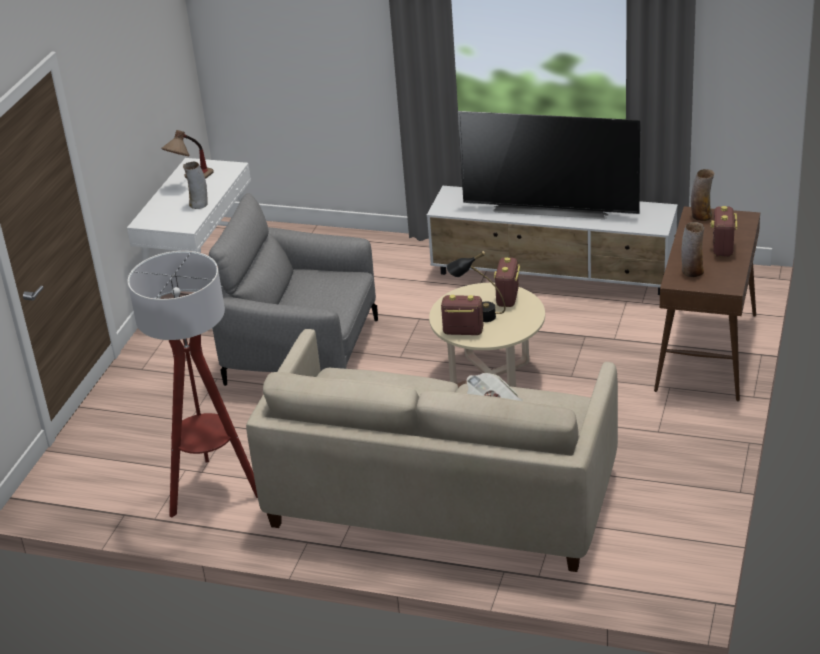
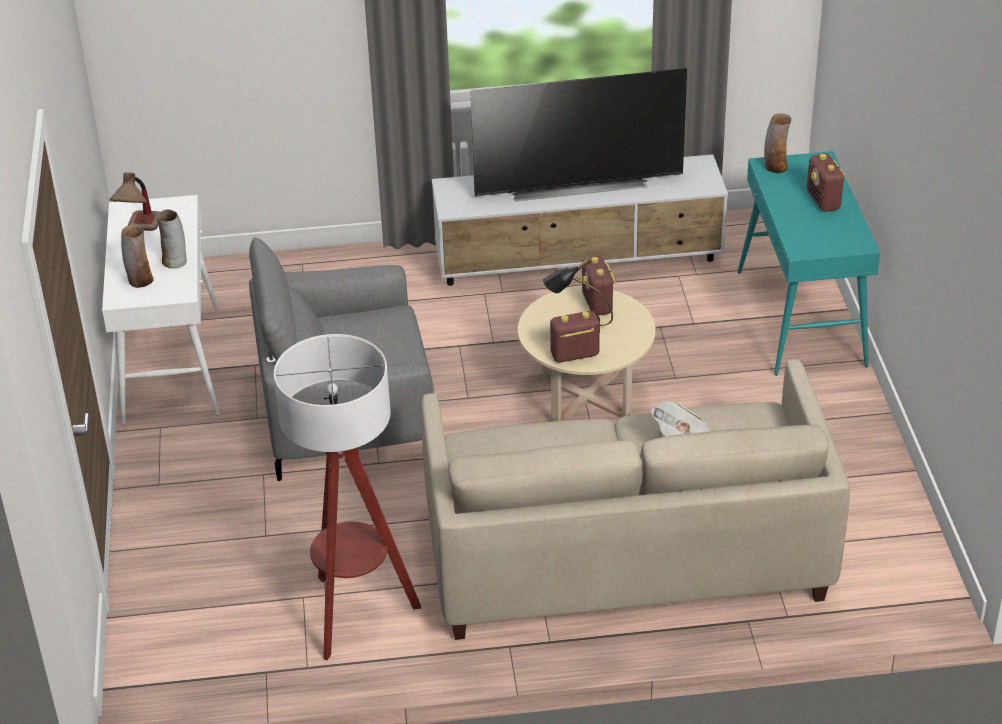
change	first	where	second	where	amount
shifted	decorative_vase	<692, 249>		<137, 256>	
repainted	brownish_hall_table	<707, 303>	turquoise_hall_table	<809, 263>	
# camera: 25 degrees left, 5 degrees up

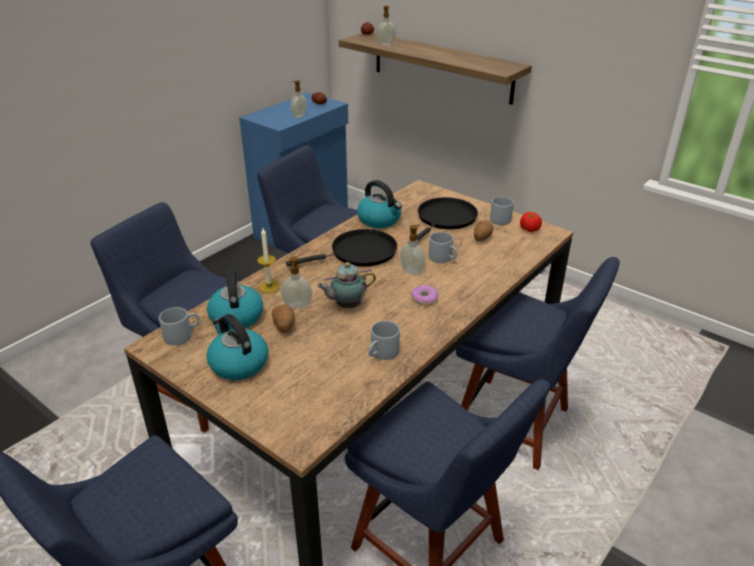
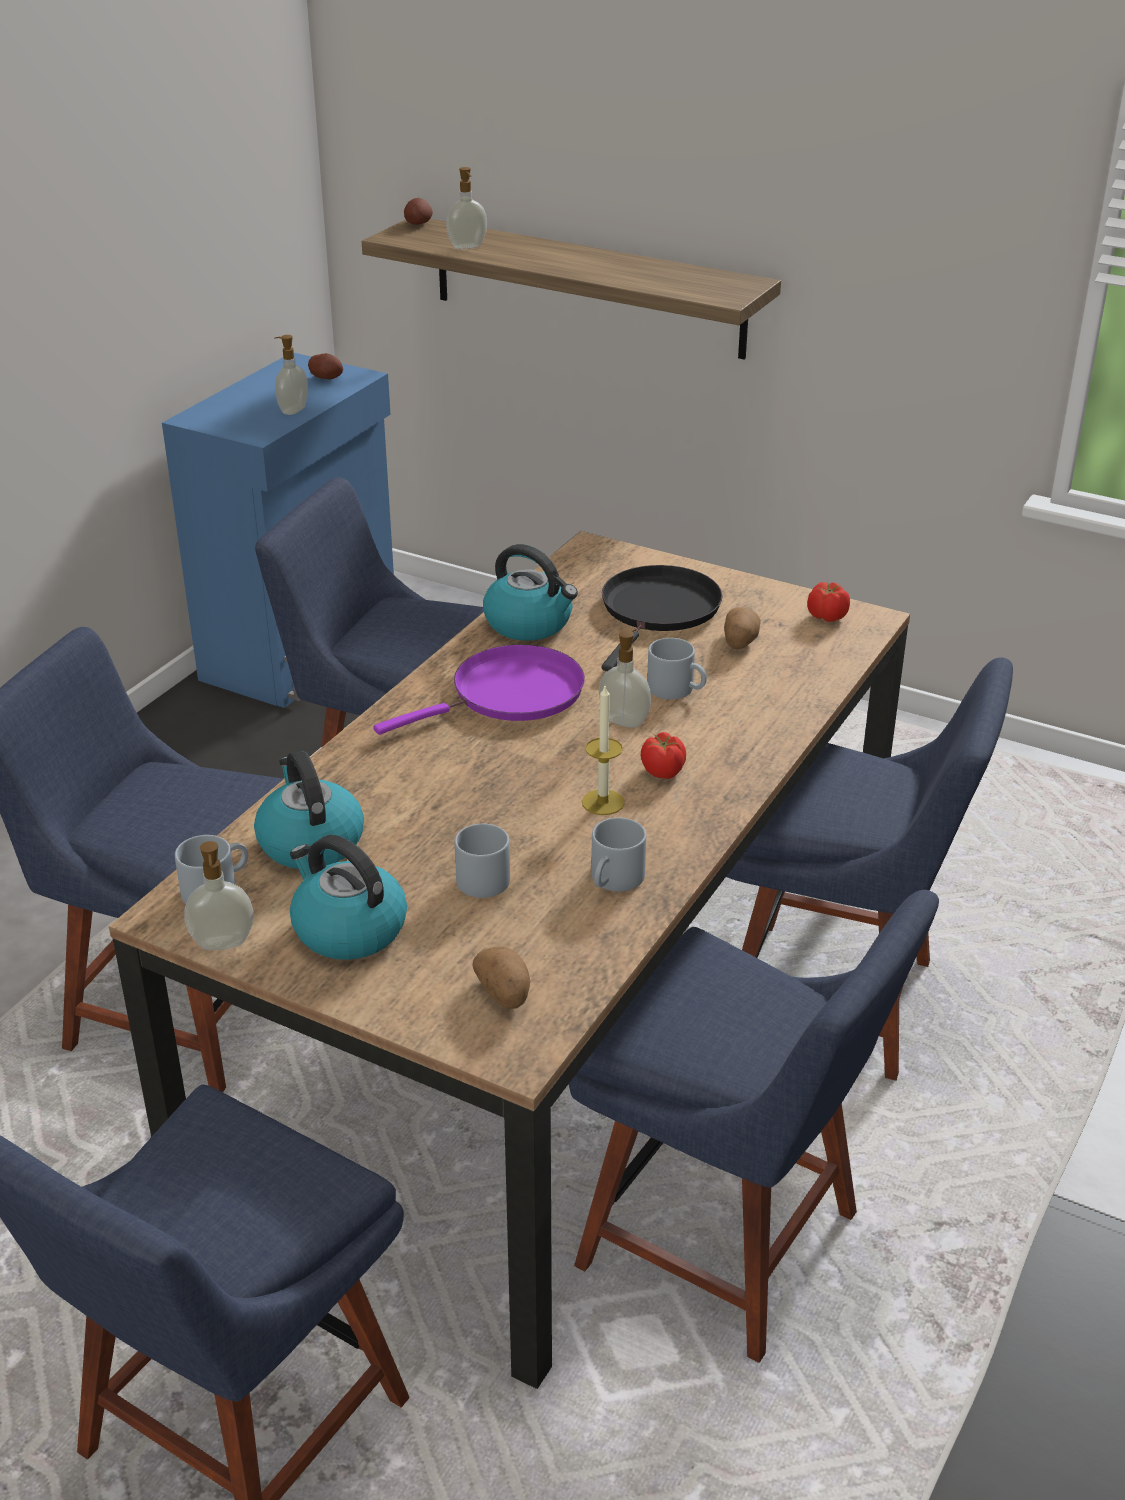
change	first	where	second	where	amount
gone	pot_for_tea	<346, 285>			
shifted	wax_candle	<268, 260>		<603, 750>	
shifted	spud	<283, 319>		<501, 978>	
shifted	soap_bottle	<296, 283>		<218, 895>	
shifted	grey_tea_mug	<502, 211>		<482, 861>	
swapped	ring_doughnut	<424, 296>	fresh_tomato	<663, 755>	
repainted	blackish_pan	<341, 248>	purplish_pan	<479, 689>	
# camera: 10 degrees left, 0 degrees up

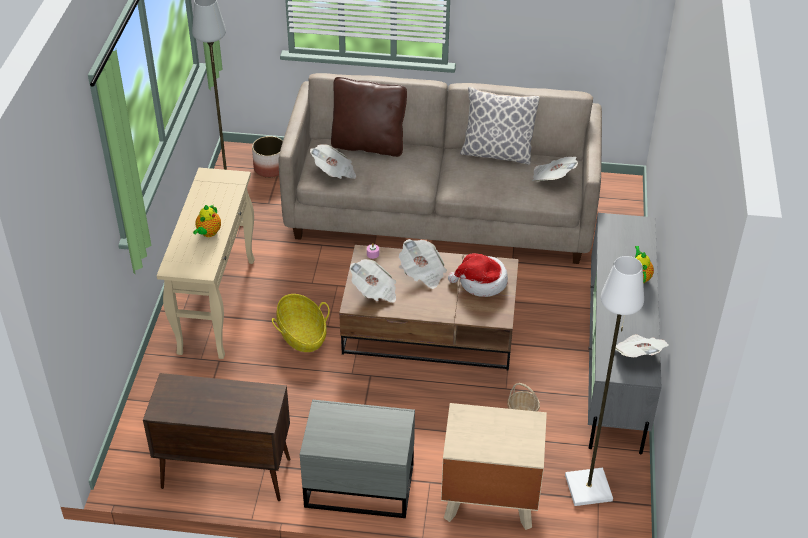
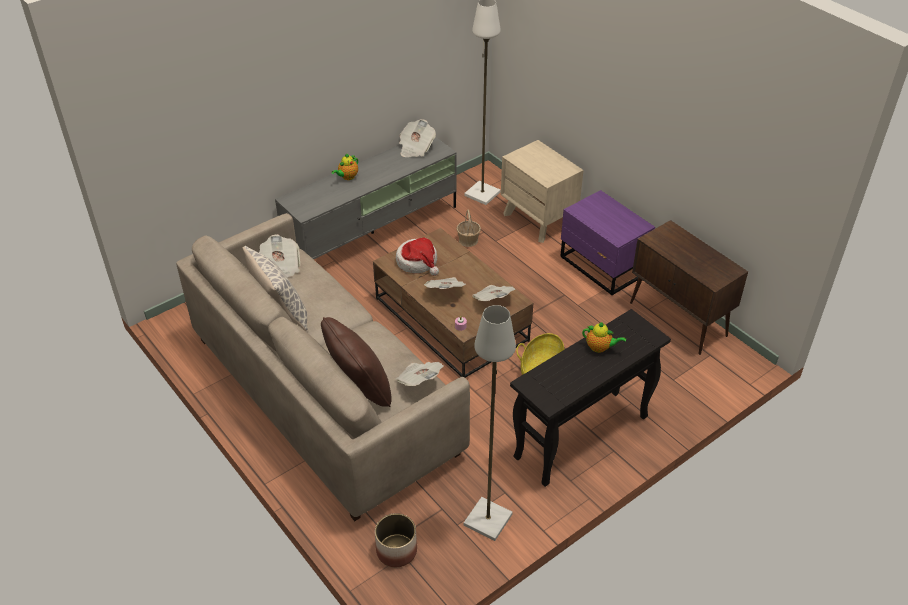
change	first	where	second	where	amount
repainted	beige-coloured_hall_table	<206, 263>	blackish_hall_table	<590, 398>	
repainted	grey_nightstand	<357, 459>	purplish_nightstand	<607, 242>	
rotated	pot_for_tea	<207, 221>		<604, 337>	45 degrees clockwise
# camera: 135 degrees left, 0 degrees up

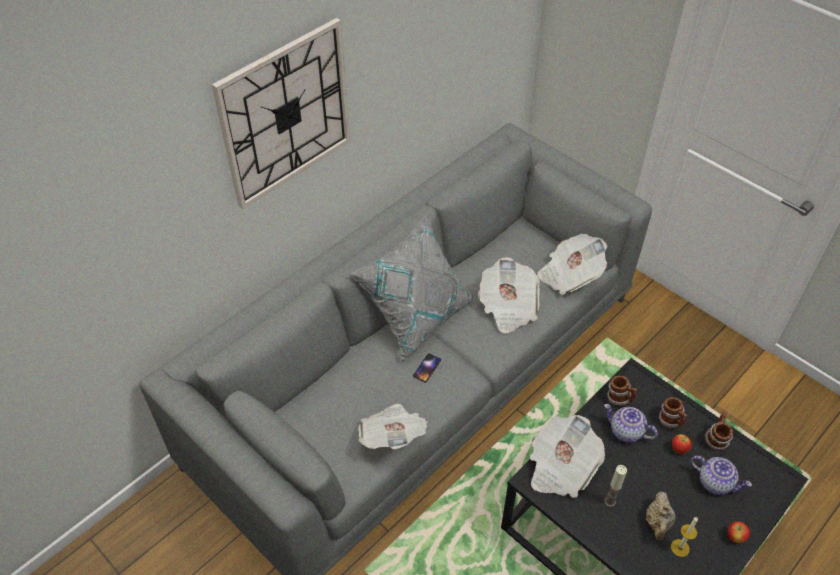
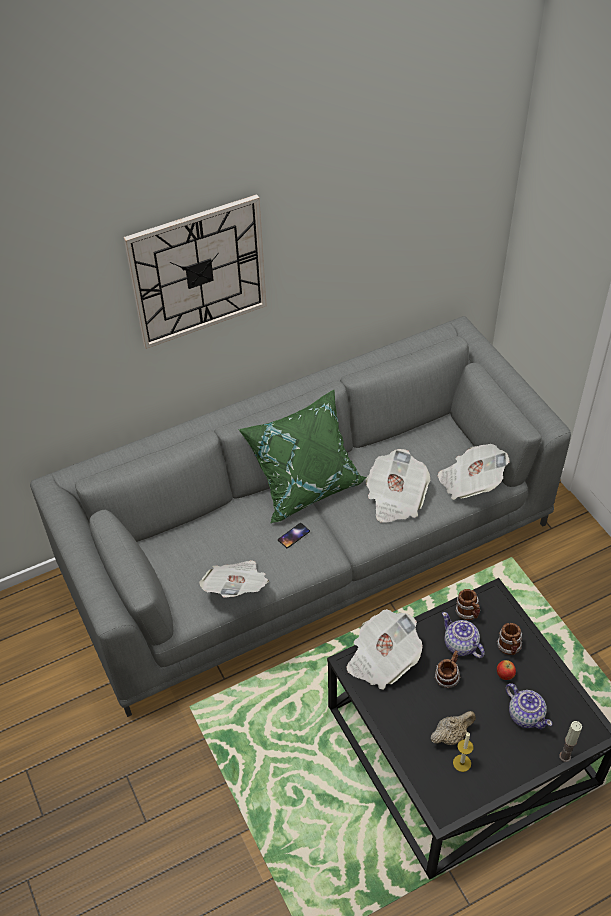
change	first	where	second	where	amount
gone	apple	<739, 532>			
shifted	wax_candle	<615, 486>		<570, 741>	
shifted	tea_mug	<719, 431>		<448, 669>	
repainted	grey_pillow	<412, 287>	green-coloured_pillow	<302, 456>	
rotated	beige-coloured_pot_for_tea	<660, 515>		<453, 728>	150 degrees counterclockwise
# camera: 20 degrees right, 0 degrees up

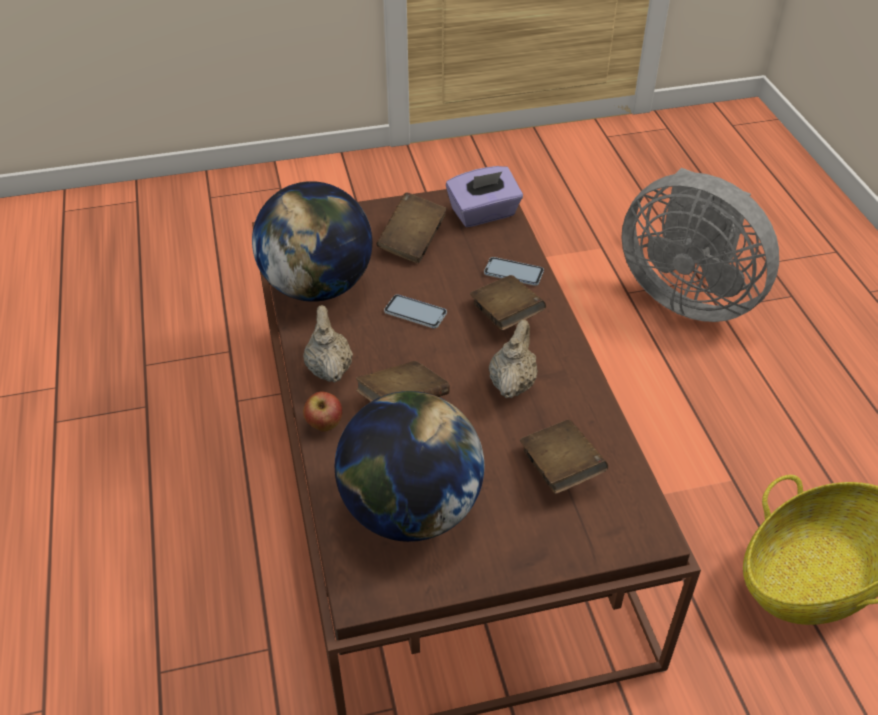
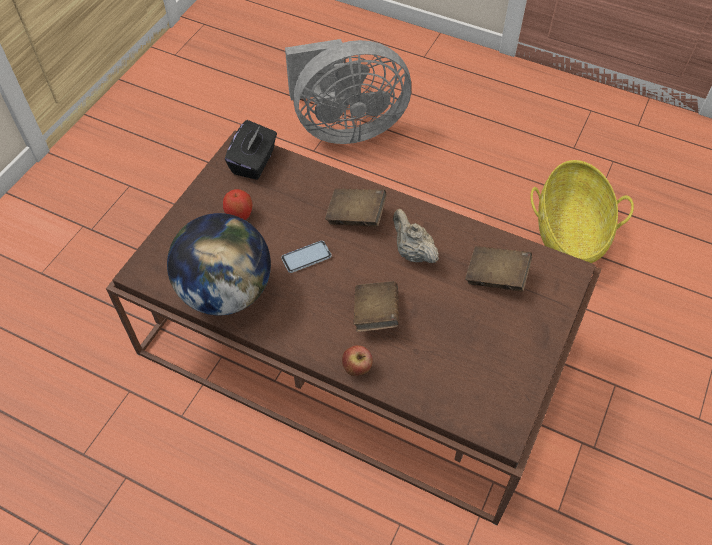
change	first	where	second	where	amount
gone	beige-coloured_pot_for_tea	<328, 343>			
gone	desk_globe	<409, 466>			
gone	handset	<514, 271>			
swapped	brownish_bound_book	<411, 227>	apple	<237, 204>	
repainted	purplish_tissue_holder	<484, 196>	blackish_tissue_holder	<251, 150>	
# camera: 50 degrees left, 10 degrees up

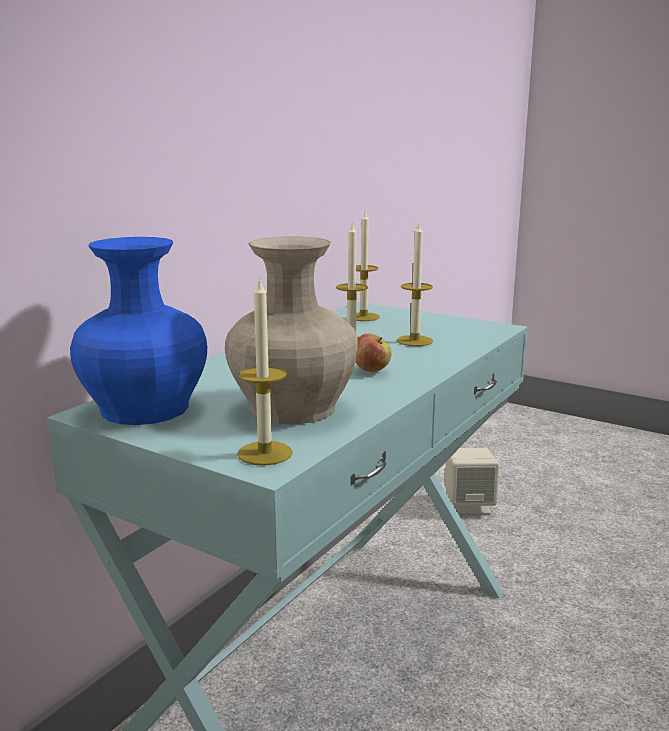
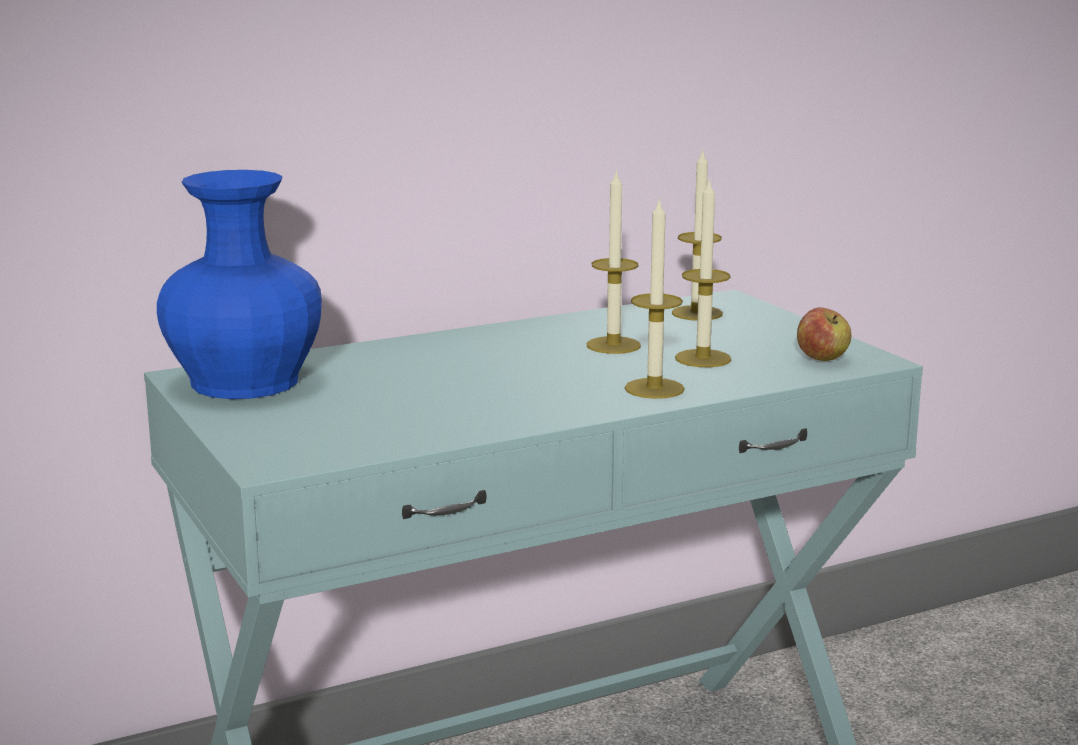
change	first	where	second	where	amount
gone	beige-coloured_decorative_vase	<291, 330>			
gone	beige-coloured_audio_speaker	<472, 481>			
shifted	wax_candle	<265, 371>		<655, 298>	
shifted	apple	<373, 352>		<824, 334>	
# camera: 30 degrees right, 0 degrees up

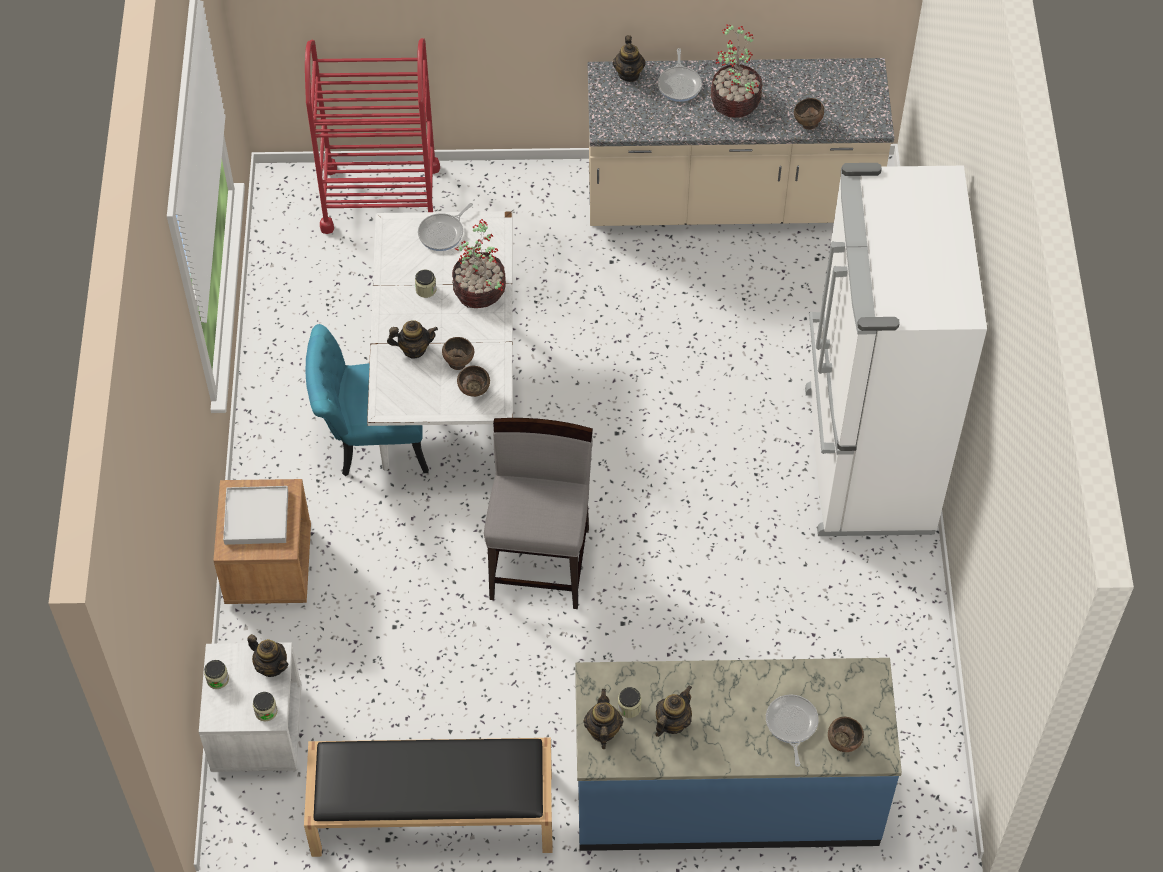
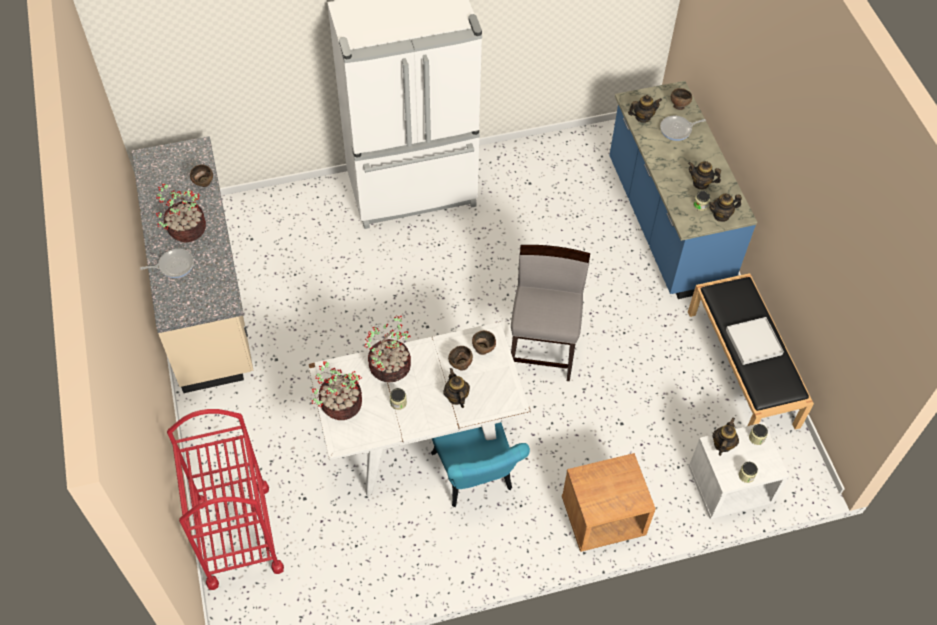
change	first	where	second	where	amount
shifted	white-coloured_tray	<255, 515>		<755, 341>	
shifted	pot_for_tea	<629, 58>		<645, 109>	
swapped	pan	<445, 227>	potted_plant	<337, 390>	
rotated	grey_chair	<538, 513>		<550, 313>	105 degrees clockwise
# camera: 105 degrees left, 0 degrees up

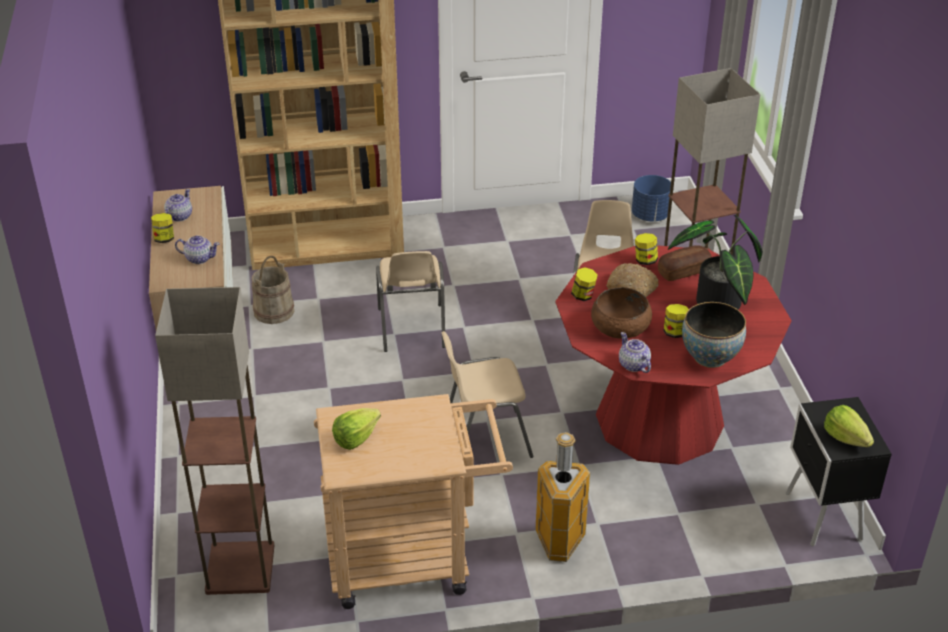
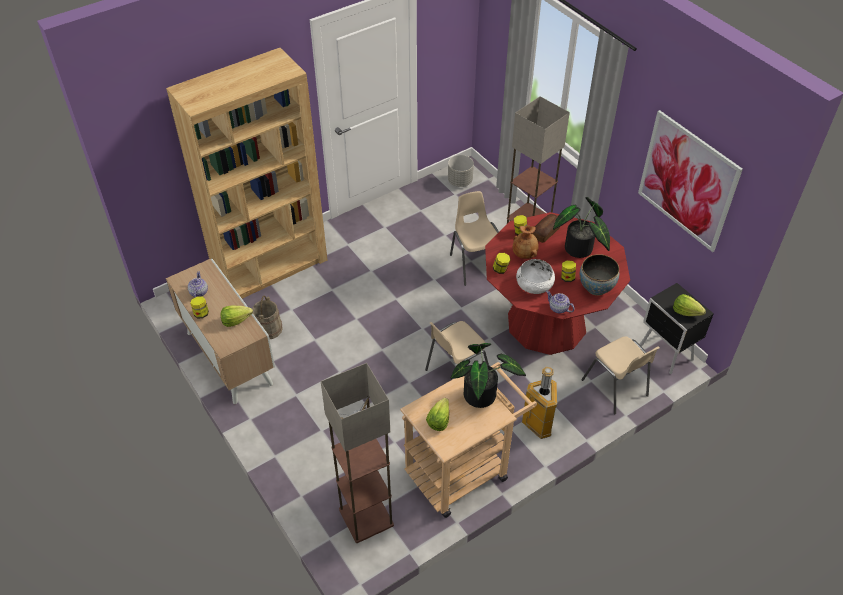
change	first	where	second	where	amount
new			potted_plant	<488, 375>	
new			wall_picture	<690, 181>	
shifted	beige-coloured_chair	<410, 301>		<620, 375>	
swapped	pot_for_tea	<197, 250>	lettuce_head	<237, 316>	
swapped	baked_bread	<632, 280>	brownish_decorative_vase	<526, 242>	
repainted	brownish_serving_bowl	<621, 313>	white-coloured_serving_bowl	<535, 276>	
repainted	blue-coloured_planter	<651, 198>	grey_planter	<461, 171>	
# camera: 25 degrees left, 10 degrees up

